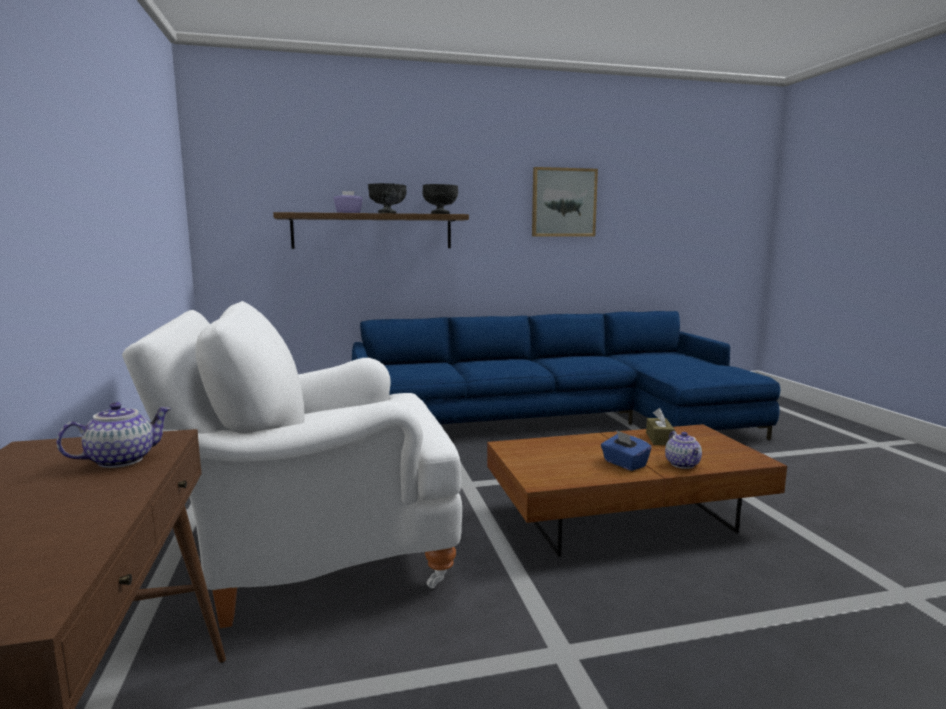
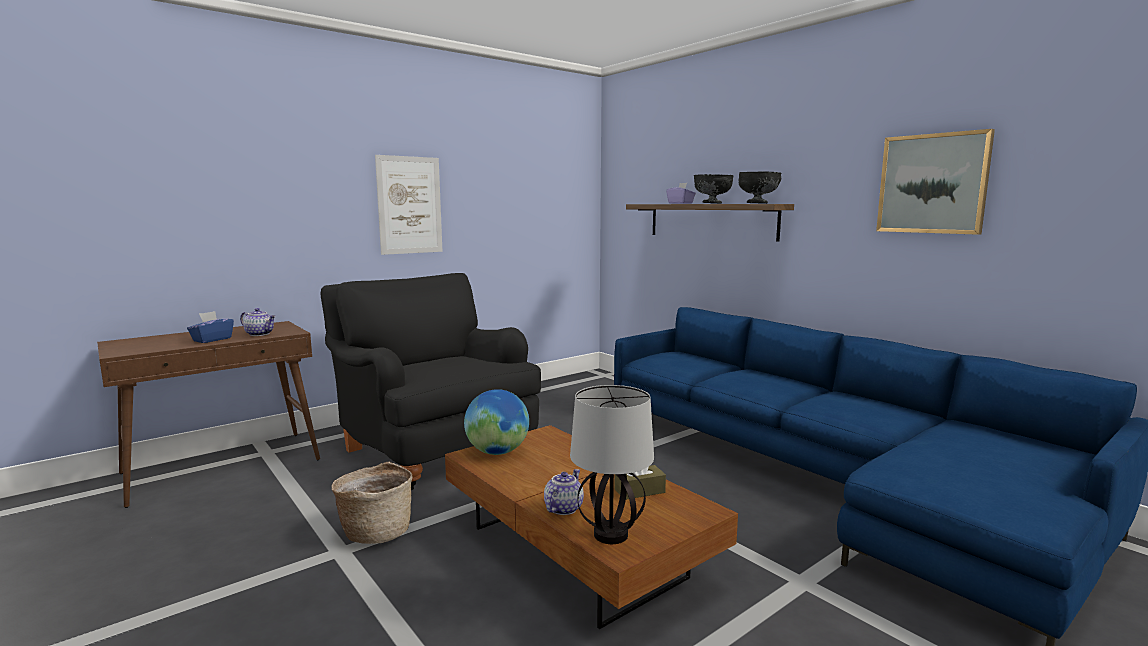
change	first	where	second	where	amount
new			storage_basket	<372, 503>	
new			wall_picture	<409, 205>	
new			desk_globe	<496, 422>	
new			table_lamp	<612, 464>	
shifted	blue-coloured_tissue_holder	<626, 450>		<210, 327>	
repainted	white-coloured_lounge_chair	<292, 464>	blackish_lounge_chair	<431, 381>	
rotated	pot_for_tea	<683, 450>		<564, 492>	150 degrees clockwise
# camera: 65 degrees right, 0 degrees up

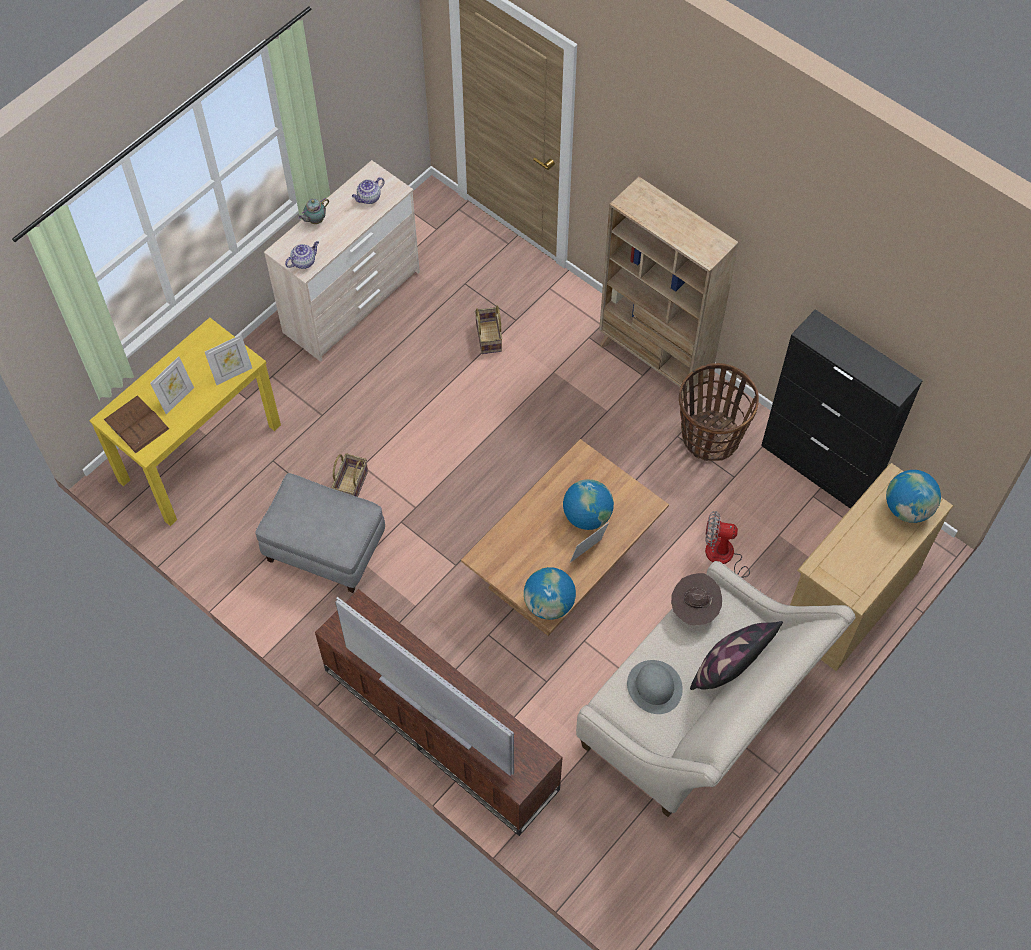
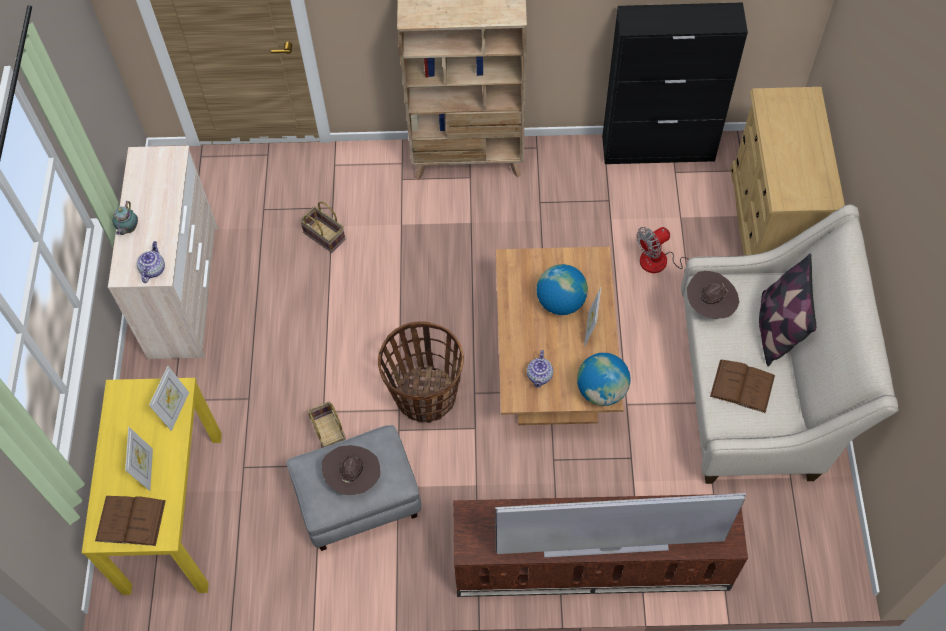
change	first	where	second	where	amount
gone	desk_globe	<913, 496>			
new			brownish_clothing_hat	<351, 470>	
shifted	pot_for_tea	<368, 190>		<540, 369>	
shifted	storage_basket	<719, 412>		<421, 372>	
swapped	grey_clothing_hat	<655, 687>	brownish_bound_book	<742, 386>	
# camera: 40 degrees left, 0 degrees up

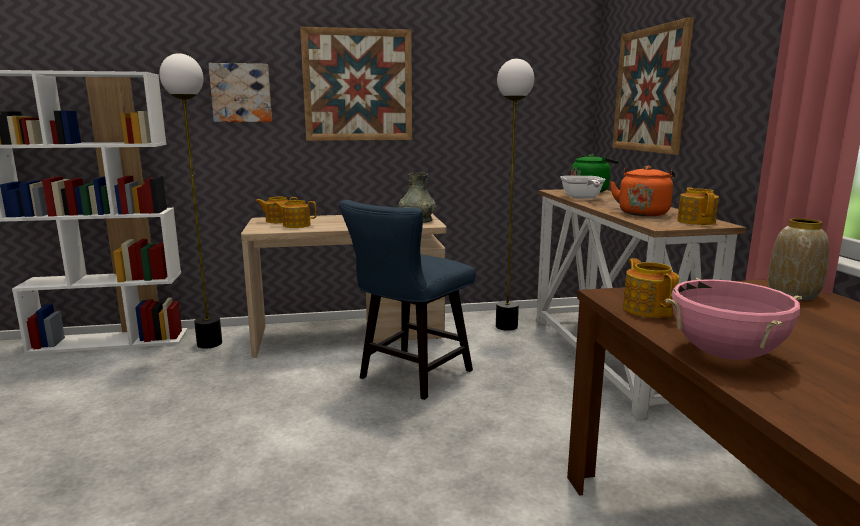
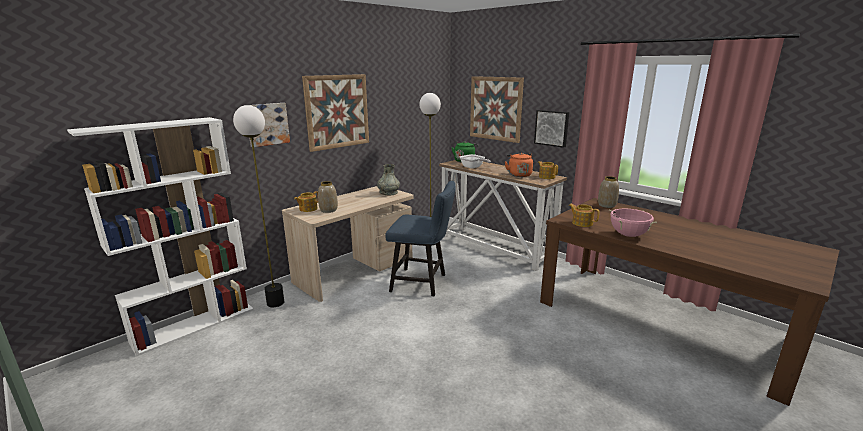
change	first	where	second	where	amount
new			wall_picture	<551, 129>	
swapped	pot_for_tea	<295, 214>	decorative_vase	<328, 197>	
rotated	blue-coloured_chair	<407, 300>		<420, 238>	75 degrees counterclockwise
# camera: 35 degrees left, 5 degrees up

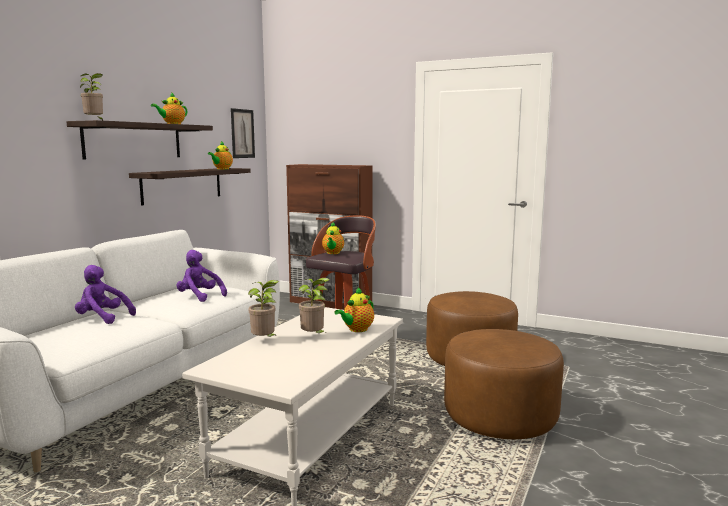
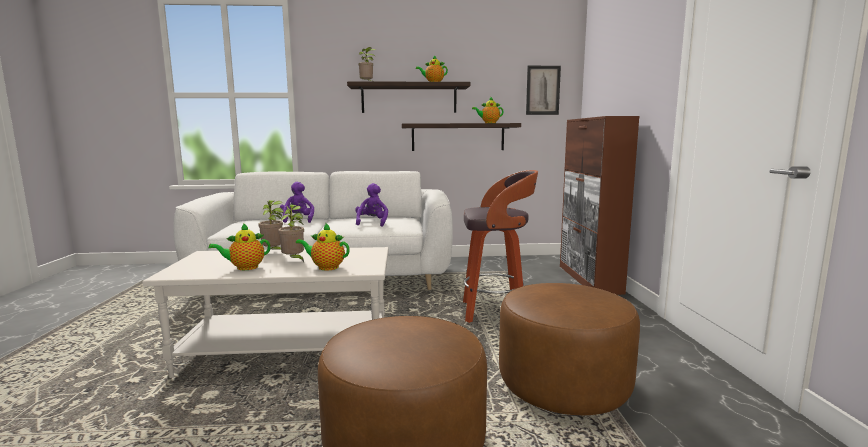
change	first	where	second	where	amount
shifted	pot_for_tea	<333, 238>		<239, 246>	
# camera: 60 degrees right, 0 degrees up

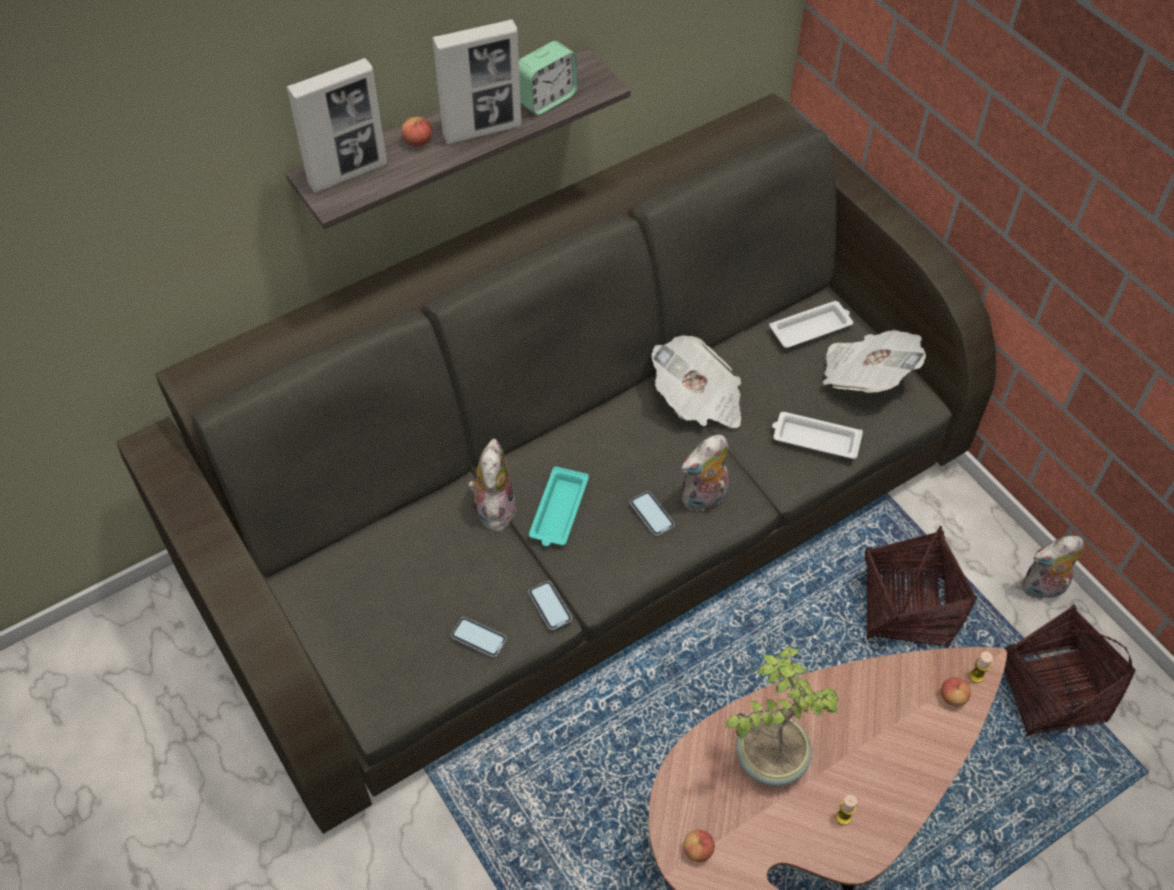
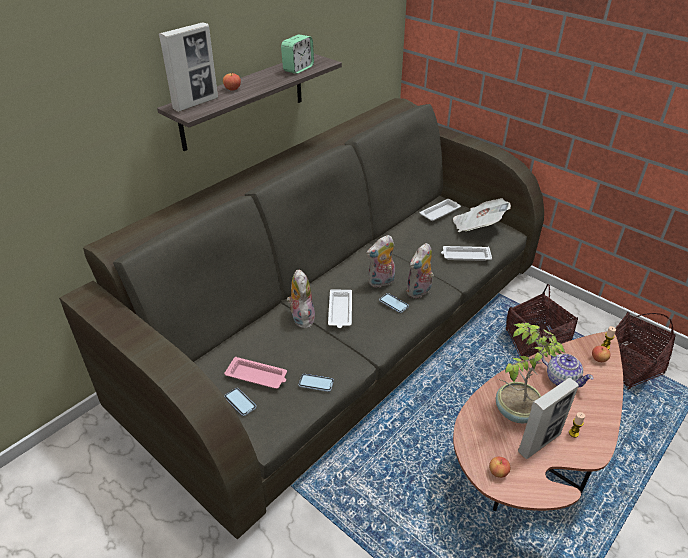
change	first	where	second	where	amount
gone	newspaper	<696, 381>			
new			pink_tray	<255, 373>	
new			pot_for_tea	<568, 371>	
shifted	standing_frame	<476, 81>		<548, 418>	
shifted	handset	<550, 605>		<240, 402>	
shifted	soft_toy	<1052, 568>		<380, 261>	
repainted	turquoise_tray	<559, 506>	white-coloured_tray	<340, 309>	
# camera: 15 degrees left, 15 degrees down

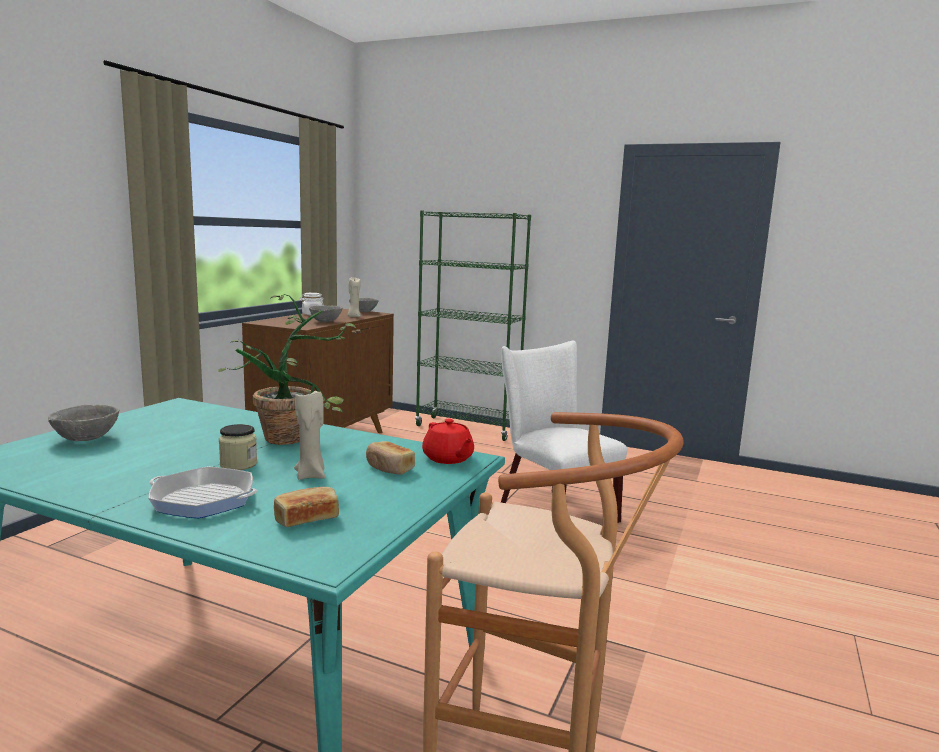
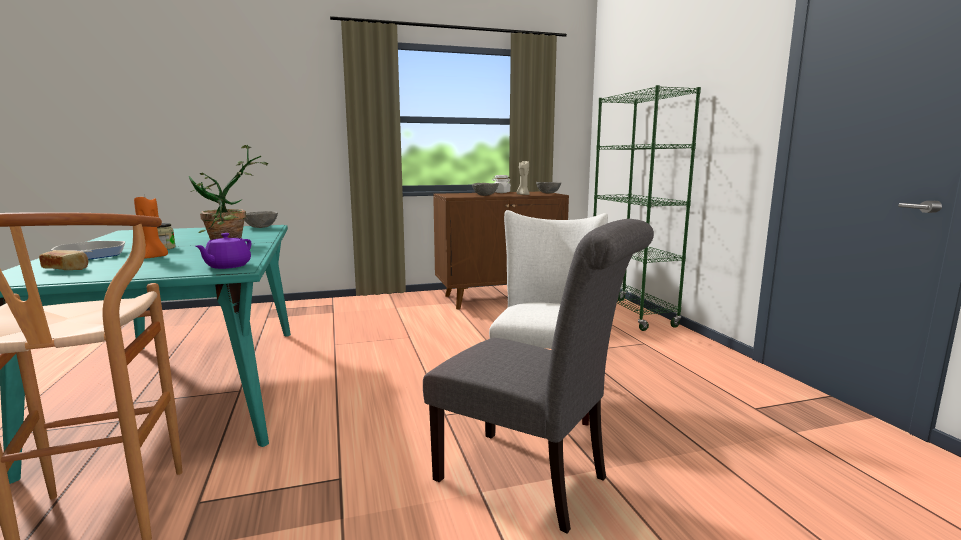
change	first	where	second	where	amount
gone	baked_bread	<390, 457>			
new			grey_chair	<538, 376>	
shifted	grey_serving_bowl	<83, 422>		<261, 219>	
repainted	beige-coloured_wax_candle	<309, 435>	orangey_wax_candle	<151, 227>	
repainted	red_pot_for_tea	<448, 441>	purplish_pot_for_tea	<223, 251>	
# camera: 50 degrees right, 0 degrees up

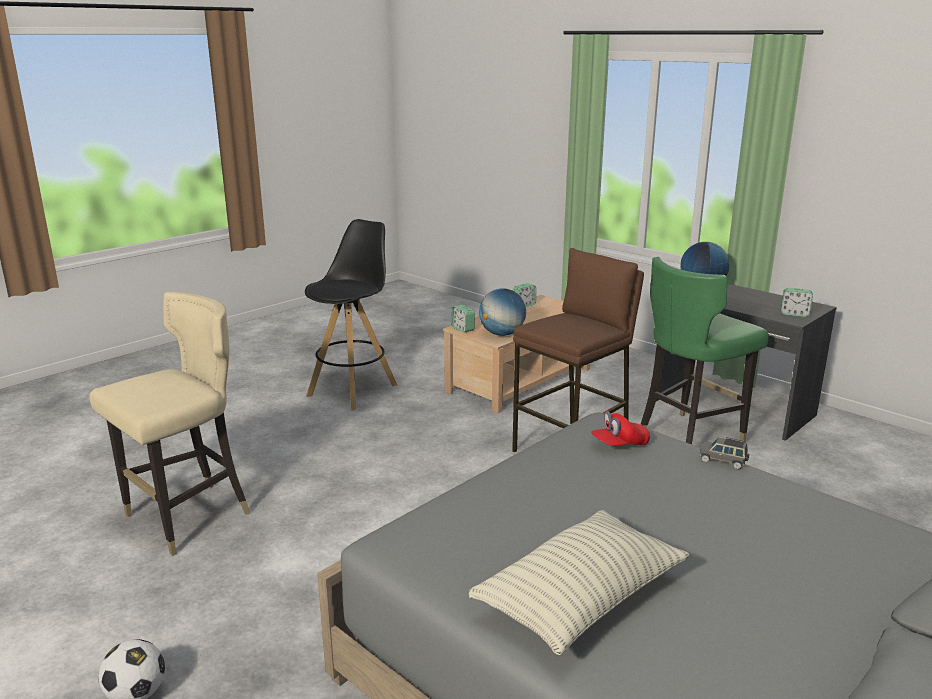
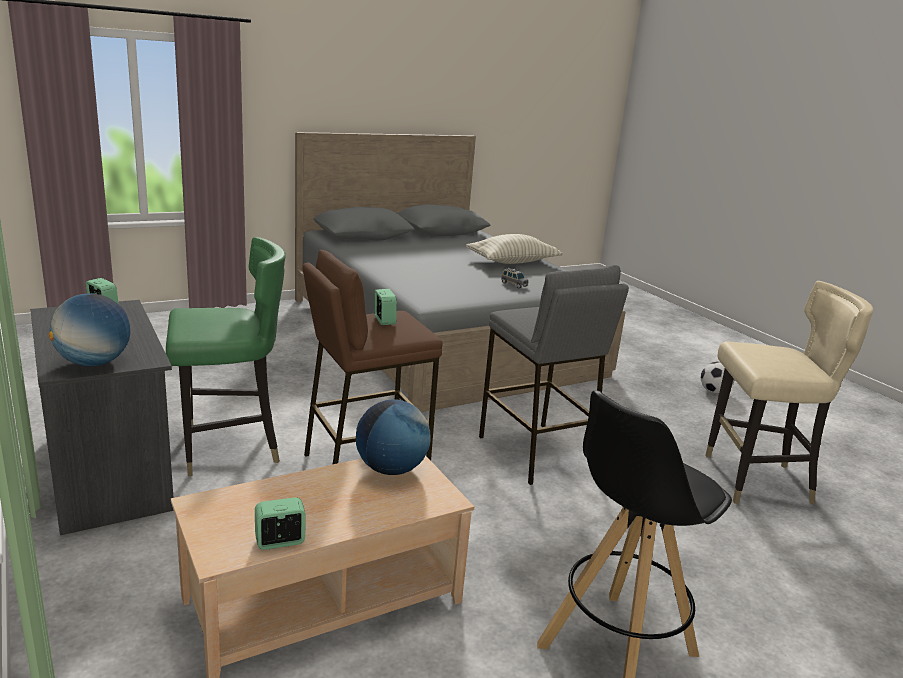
change	first	where	second	where	amount
gone	red_cap	<620, 428>			
new			grey_sitting_stool	<554, 375>	
shifted	table_clock	<463, 319>		<385, 307>	
shifted	grey_toy_car	<725, 453>		<515, 278>	
rotated	beige-coloured_chair	<169, 424>		<789, 392>	150 degrees counterclockwise
# camera: 165 degrees left, 0 degrees up

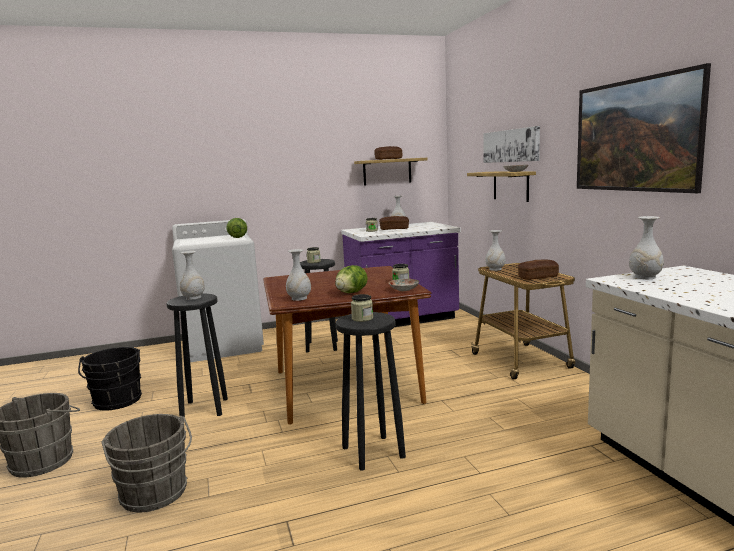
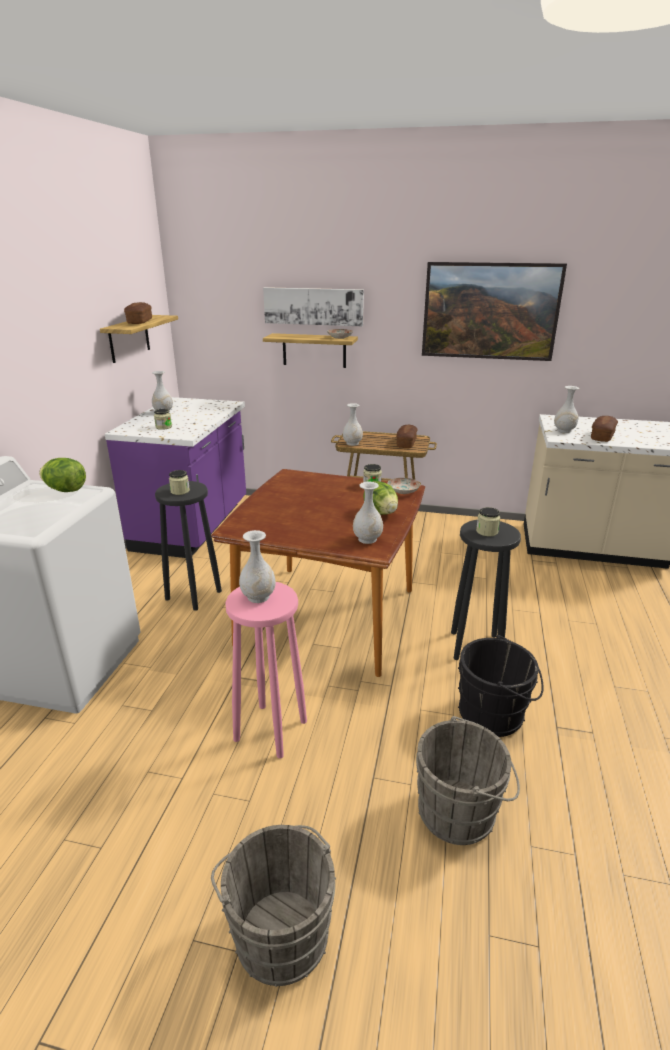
change	first	where	second	where	amount
shifted	blackish_water_bucket	<110, 379>		<501, 686>	
shifted	baked_bread	<394, 223>		<604, 429>	
repainted	blackish_sitting_stool	<197, 355>	pink_sitting_stool	<266, 670>	
# camera: 60 degrees left, 15 degrees up

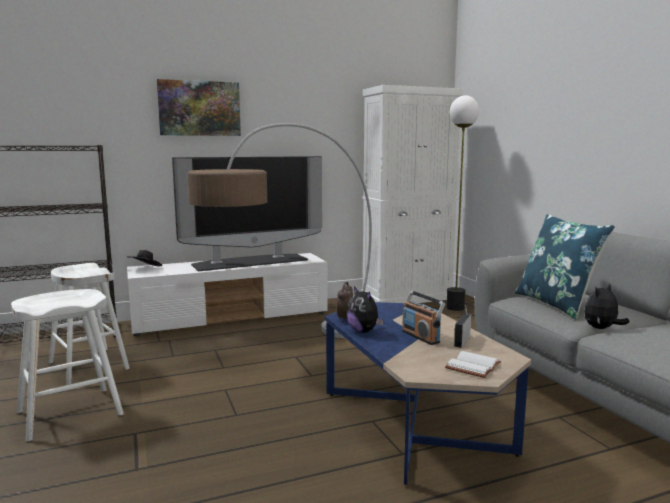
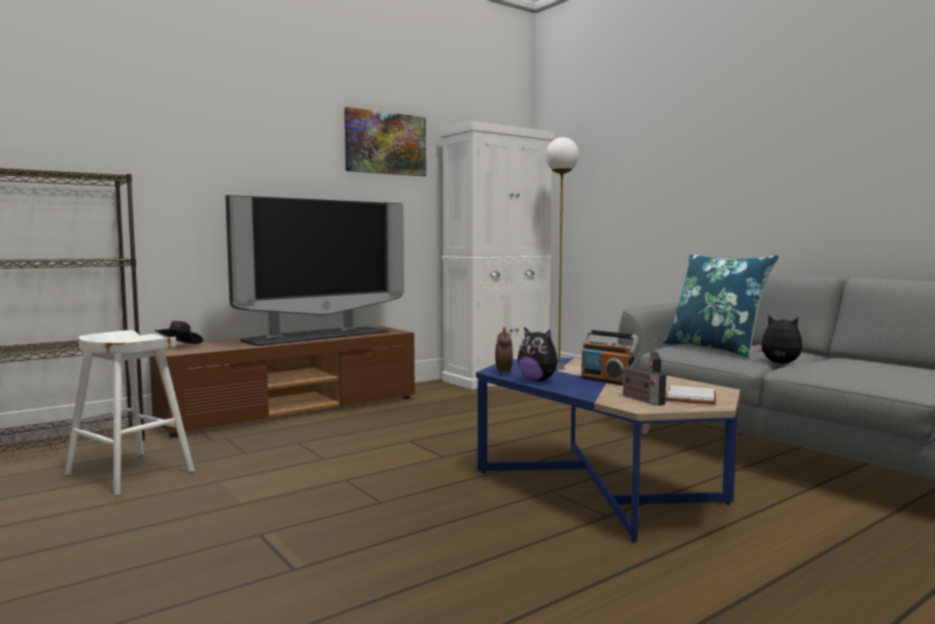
change	first	where	second	where	amount
gone	white-coloured_sitting_stool	<67, 365>			
gone	standard_lamp	<280, 230>			
new			radio	<643, 379>	
shifted	wall_picture	<199, 107>		<385, 141>	
repainted	white-coloured_tv_unit	<227, 294>	brownish_tv_unit	<282, 381>	
rotated	soft_toy	<606, 306>		<778, 339>	90 degrees clockwise
# camera: 15 degrees left, 5 degrees down

